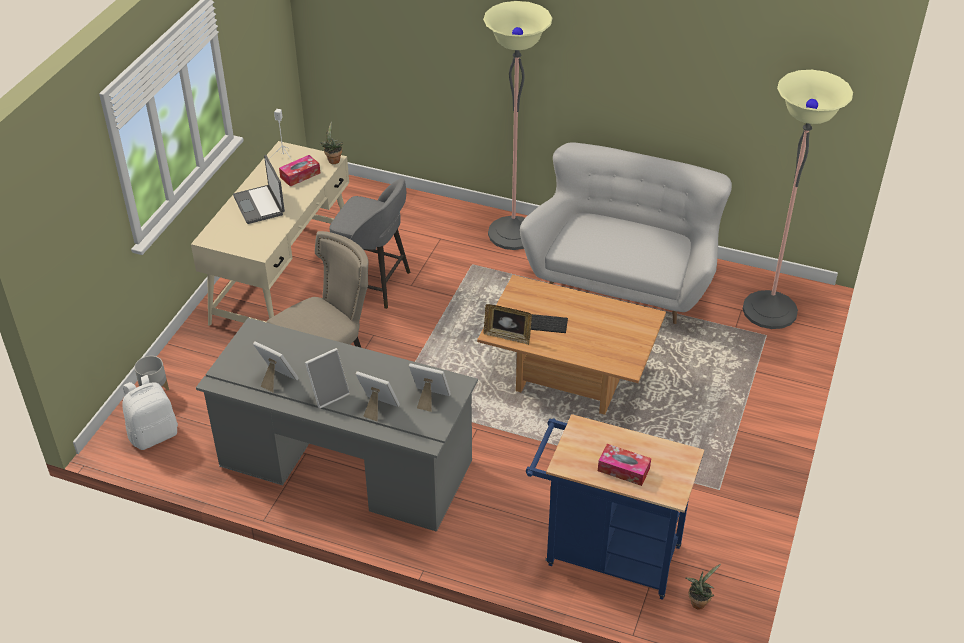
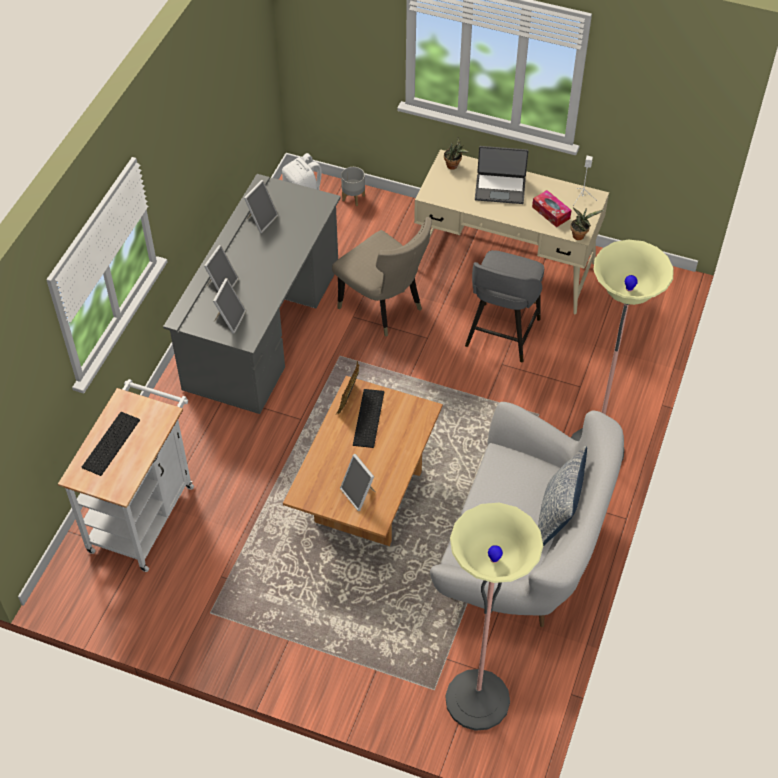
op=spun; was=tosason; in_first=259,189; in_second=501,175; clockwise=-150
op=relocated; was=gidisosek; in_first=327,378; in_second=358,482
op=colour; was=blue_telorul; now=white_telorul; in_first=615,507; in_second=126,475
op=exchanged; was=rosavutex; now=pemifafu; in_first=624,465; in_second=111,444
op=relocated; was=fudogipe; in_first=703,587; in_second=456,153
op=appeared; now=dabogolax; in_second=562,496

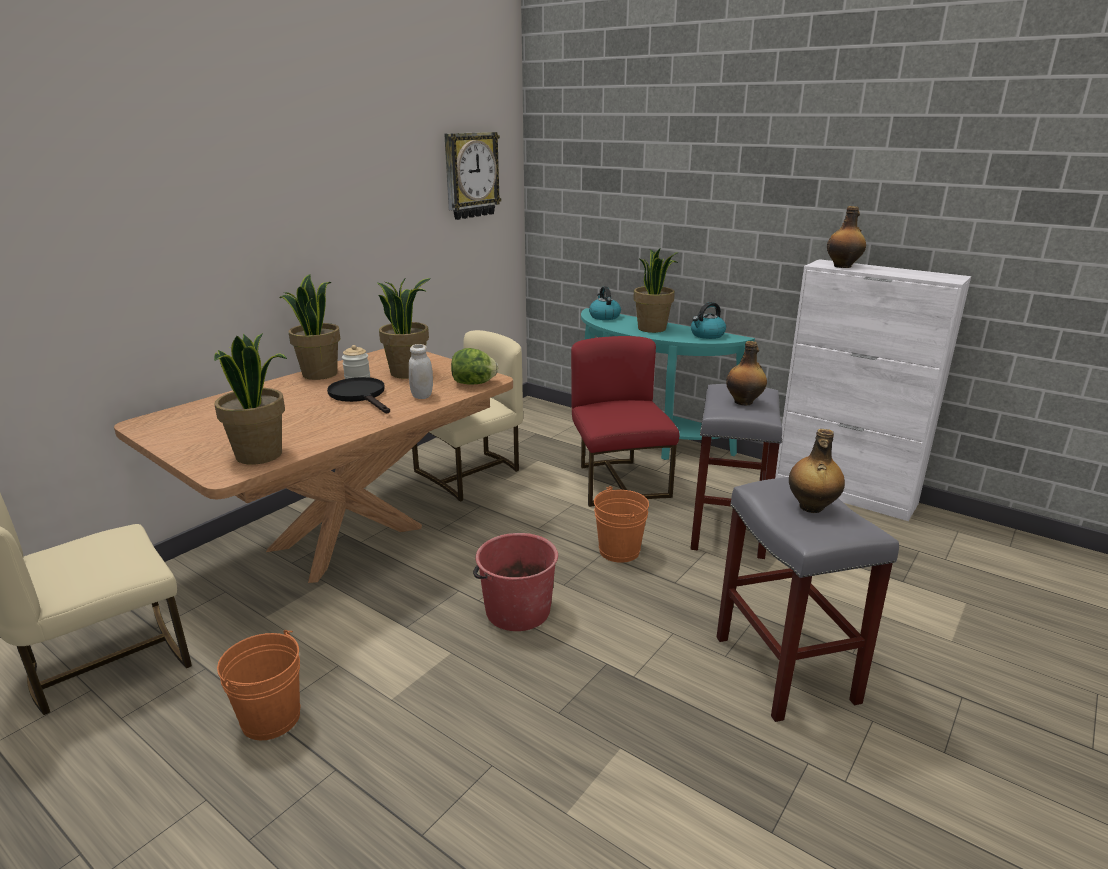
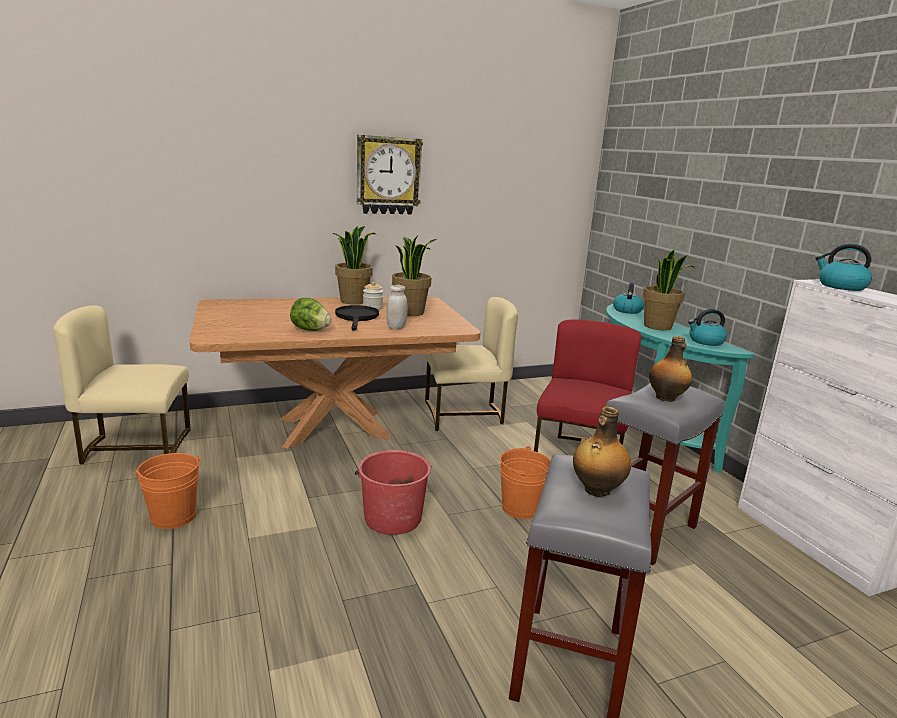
op=relocated; was=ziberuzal; in_first=472,176; in_second=390,175
op=exchanged; was=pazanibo; now=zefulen; in_first=846,237; in_second=843,267
op=missing; was=fudogipe; in_first=250,399
op=relocated; was=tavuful; in_first=474,366; in_second=311,314

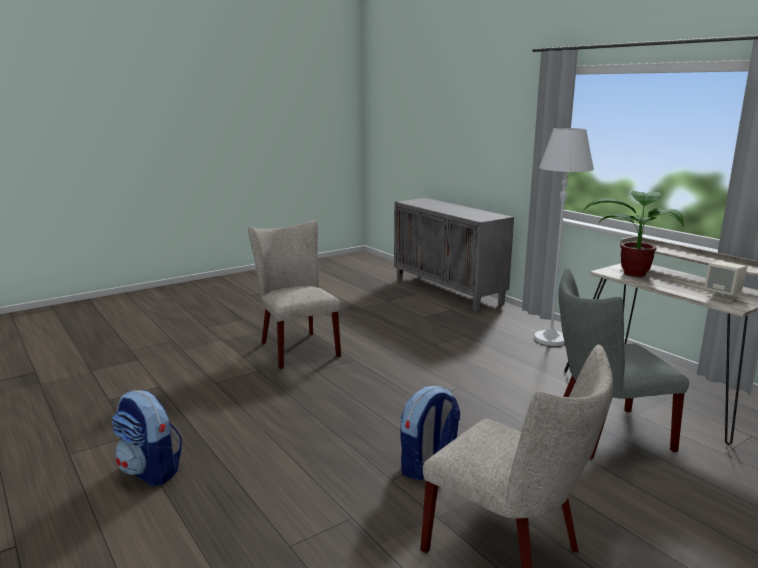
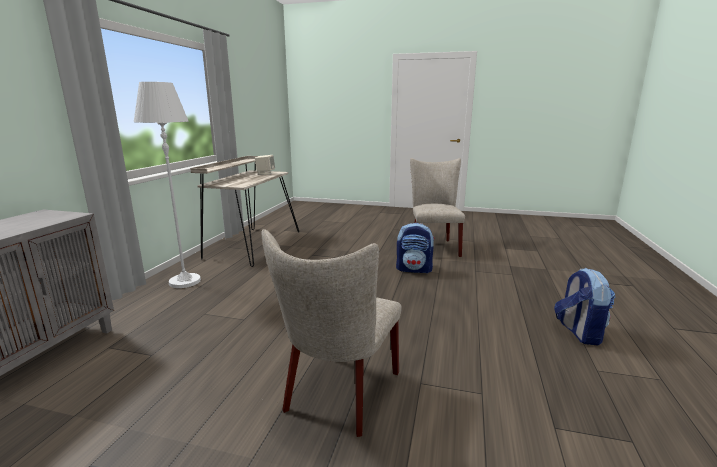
op=missing; was=fudogipe; in_first=633,234
op=missing; was=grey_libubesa; in_first=623,364

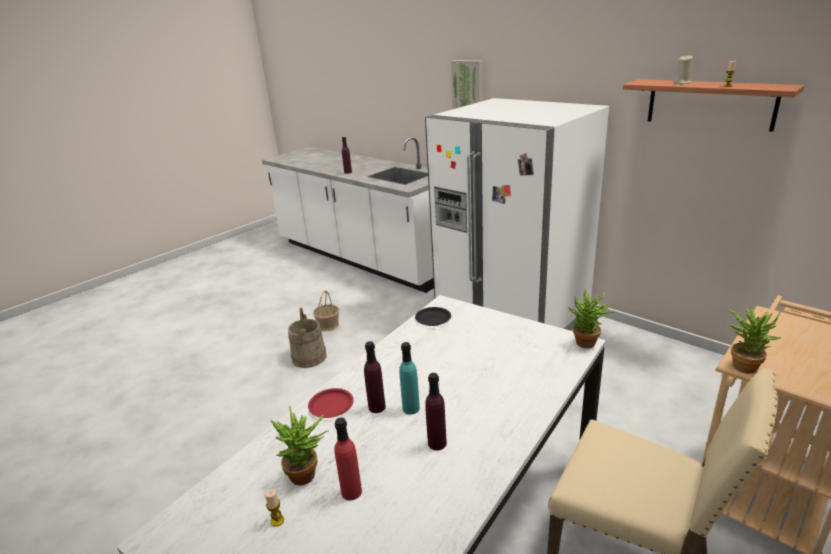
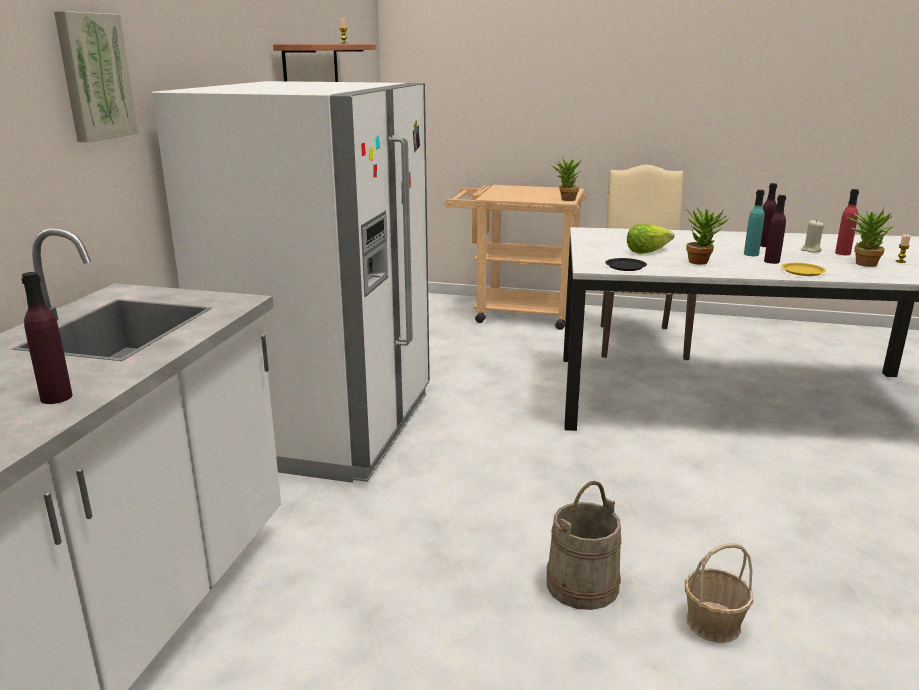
op=relocated; was=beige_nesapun; in_first=683,69; in_second=812,236
op=relocated; was=fudogipe; in_first=591,318; in_second=707,236
op=relocated; was=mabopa; in_first=326,310; in_second=719,593
op=colour; was=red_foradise; now=yellow_foradise; in_first=331,403; in_second=803,269
op=appeared; now=tavuful; in_second=650,239

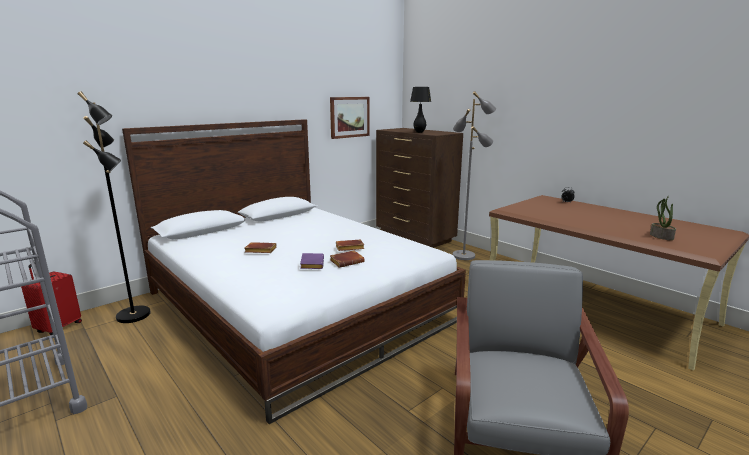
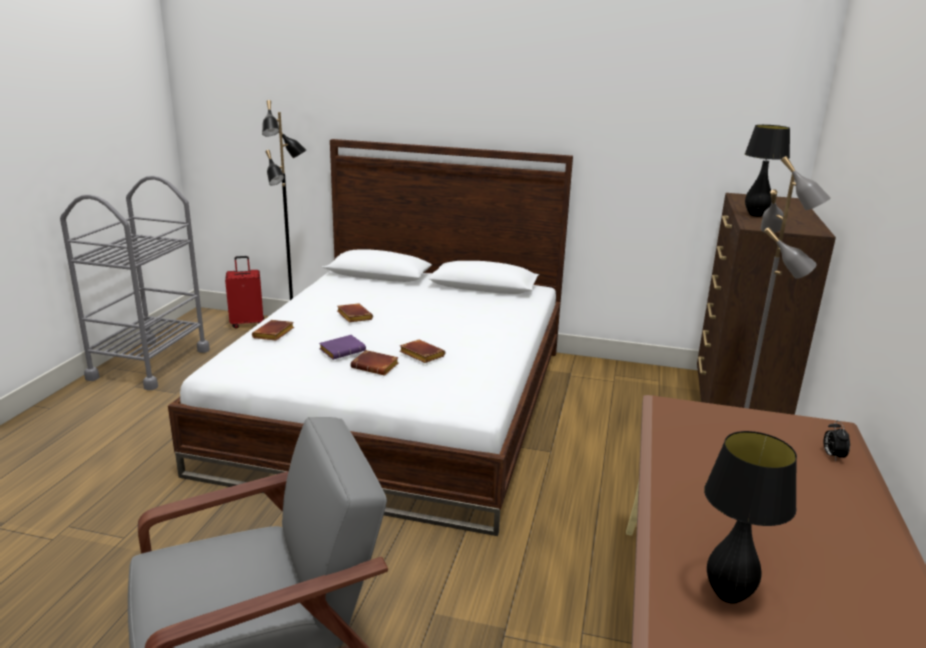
op=missing; was=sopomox; in_first=350,118
op=exchanged; was=fudogipe; now=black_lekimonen; in_first=663,218; in_second=750,517
op=appeared; now=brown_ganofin; in_second=273,330

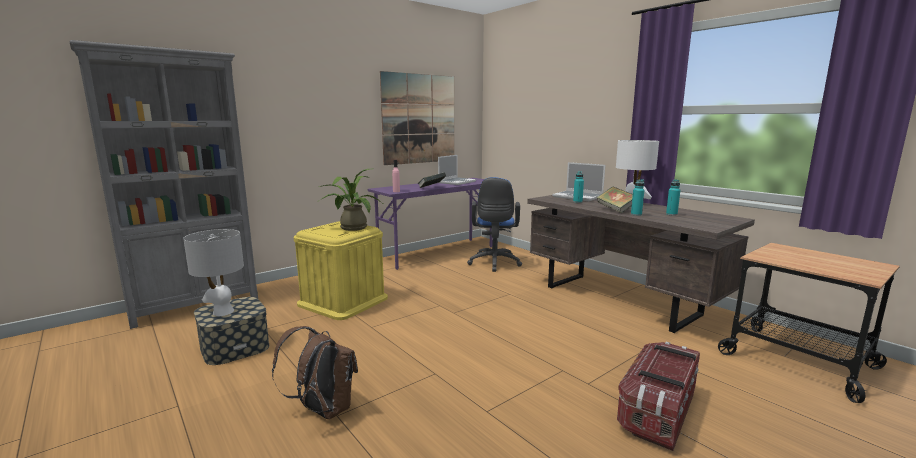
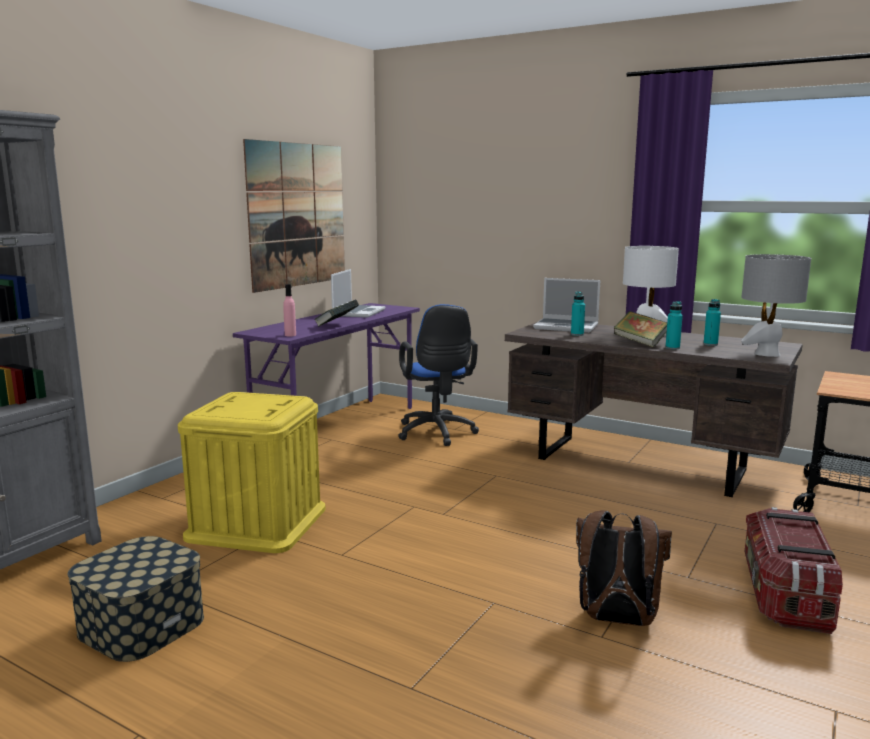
op=missing; was=fudogipe; in_first=352,200
op=relocated; was=grey_lekimonen; in_first=213,272; in_second=776,305
op=relocated; was=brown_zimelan; in_first=315,373; in_second=624,568

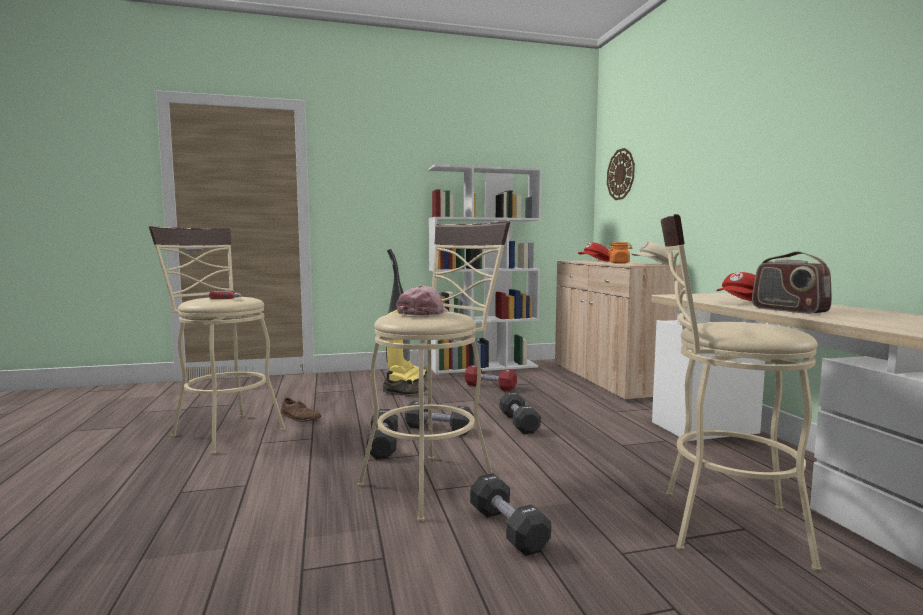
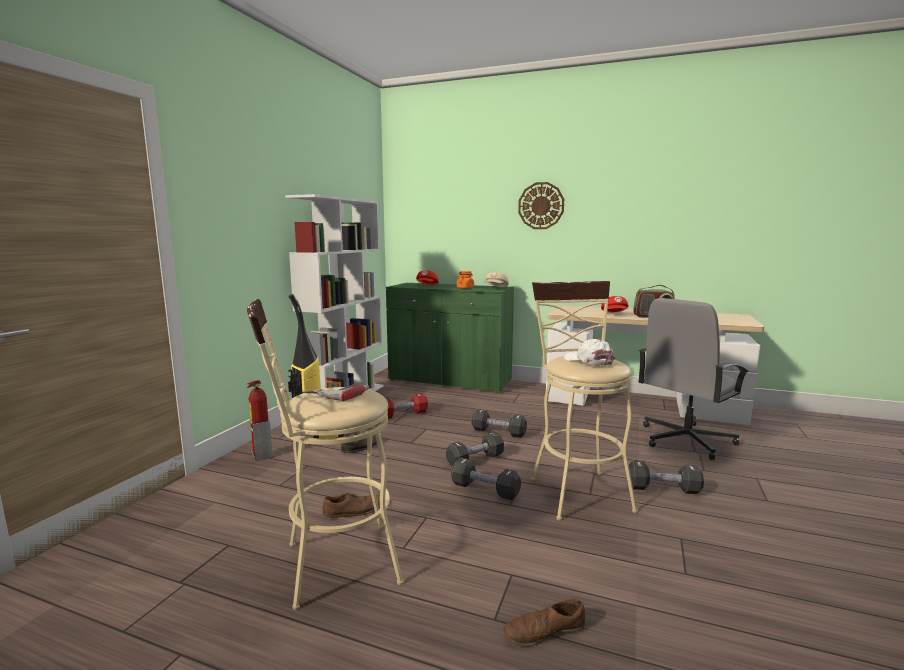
op=relocated; was=ziberuzal; in_first=621,174; in_second=541,205
op=exchanged; was=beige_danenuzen; now=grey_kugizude; in_first=741,393; in_second=693,379
op=colour; was=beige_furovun; now=green_furovun; in_first=621,331; in_second=450,338
op=colour; was=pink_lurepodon; now=white_lurepodon; in_first=422,300; in_second=589,352
op=appeared; now=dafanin; in_second=259,420
op=appeared; now=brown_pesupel; in_second=544,622

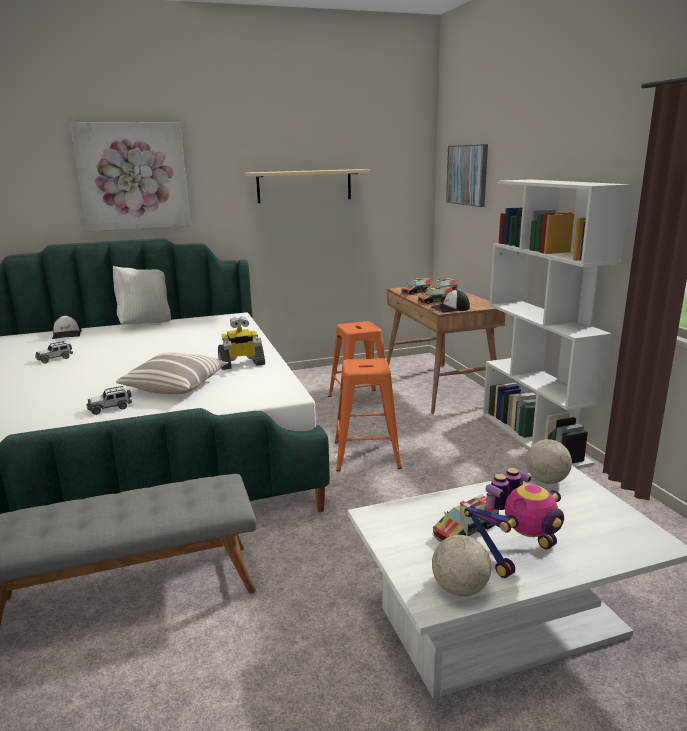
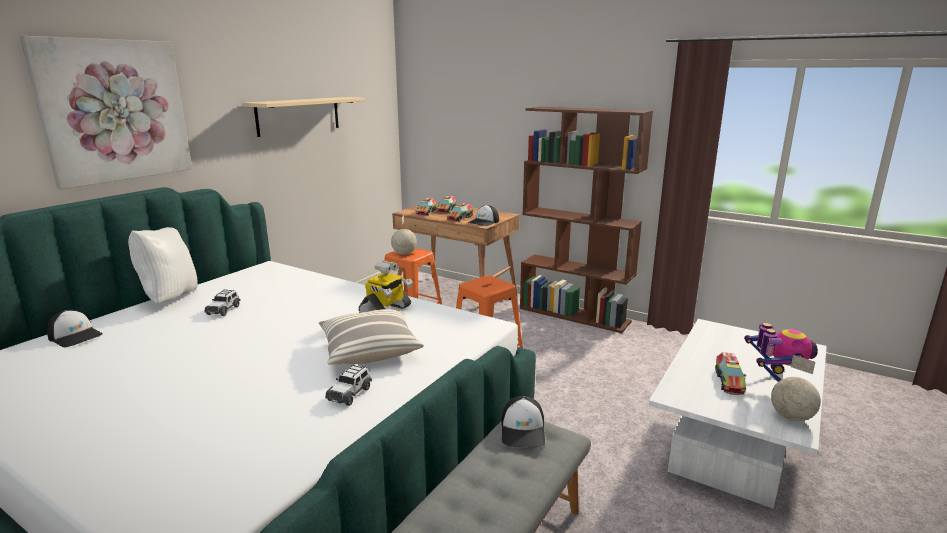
op=missing; was=sopomox; in_first=467,175
op=colour; was=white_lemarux; now=brown_lemarux; in_first=557,323; in_second=586,220
op=relocated; was=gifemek; in_first=54,352; in_second=223,302
op=relocated; was=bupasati; in_first=549,450; in_second=404,234
op=appeared; now=lurepodon; in_second=523,421

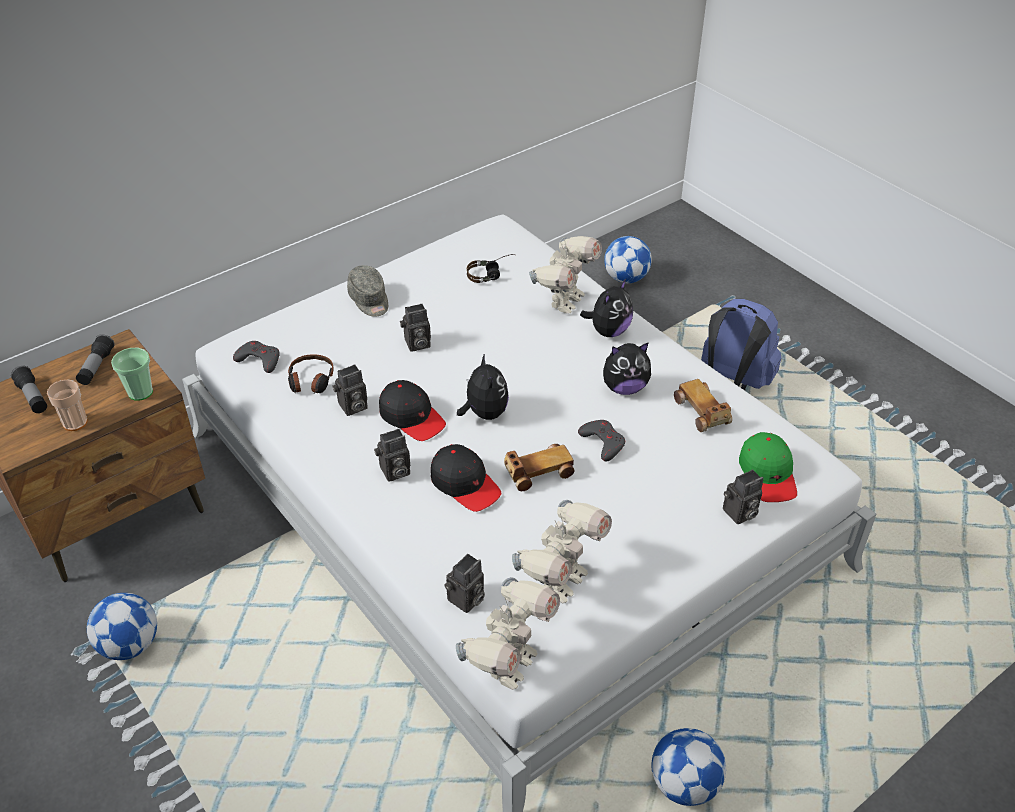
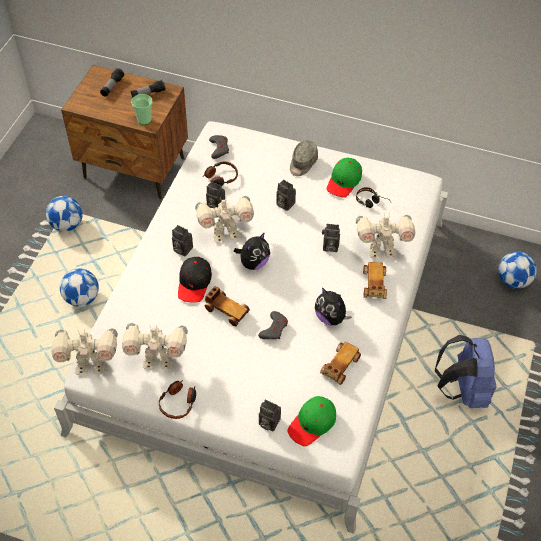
op=exchanged; was=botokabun; now=gifemek; in_first=606,308; in_second=375,280
op=missing; was=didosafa; in_first=67,405
op=exchanged; was=black_lurepodon; now=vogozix; in_first=412,410; in_second=224,219
op=relocated; was=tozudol; in_first=465,583; in_second=331,238
op=relocated; was=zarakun; in_first=689,767; in_second=79,288
op=appeared; now=green_lurepodon; in_second=344,178
op=appeared; now=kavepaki; in_second=177,399

